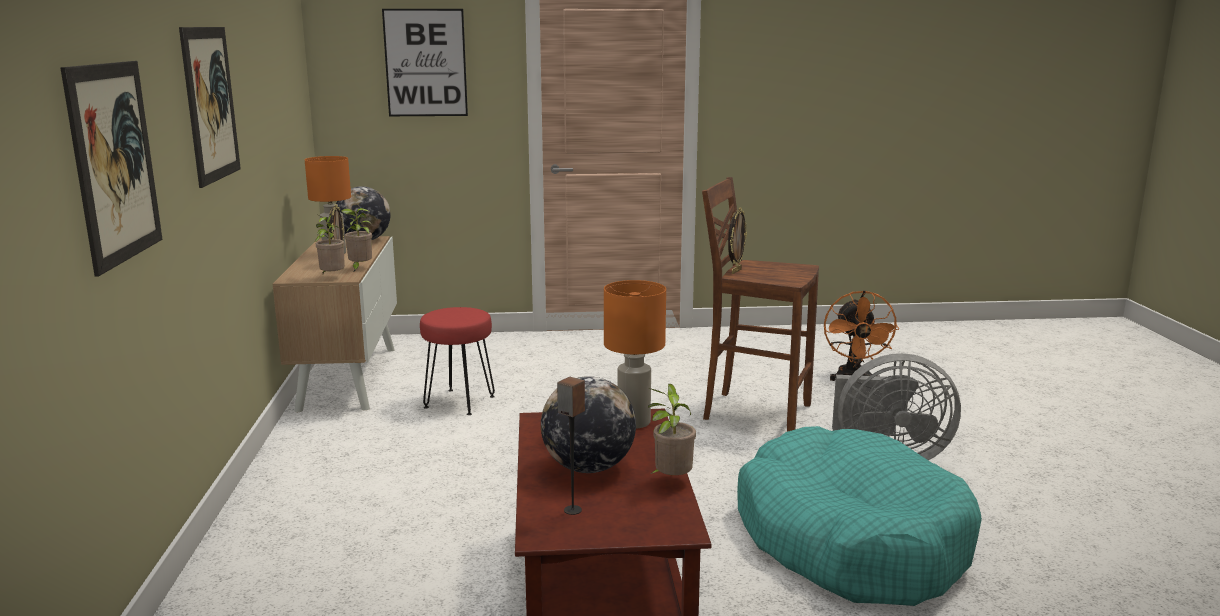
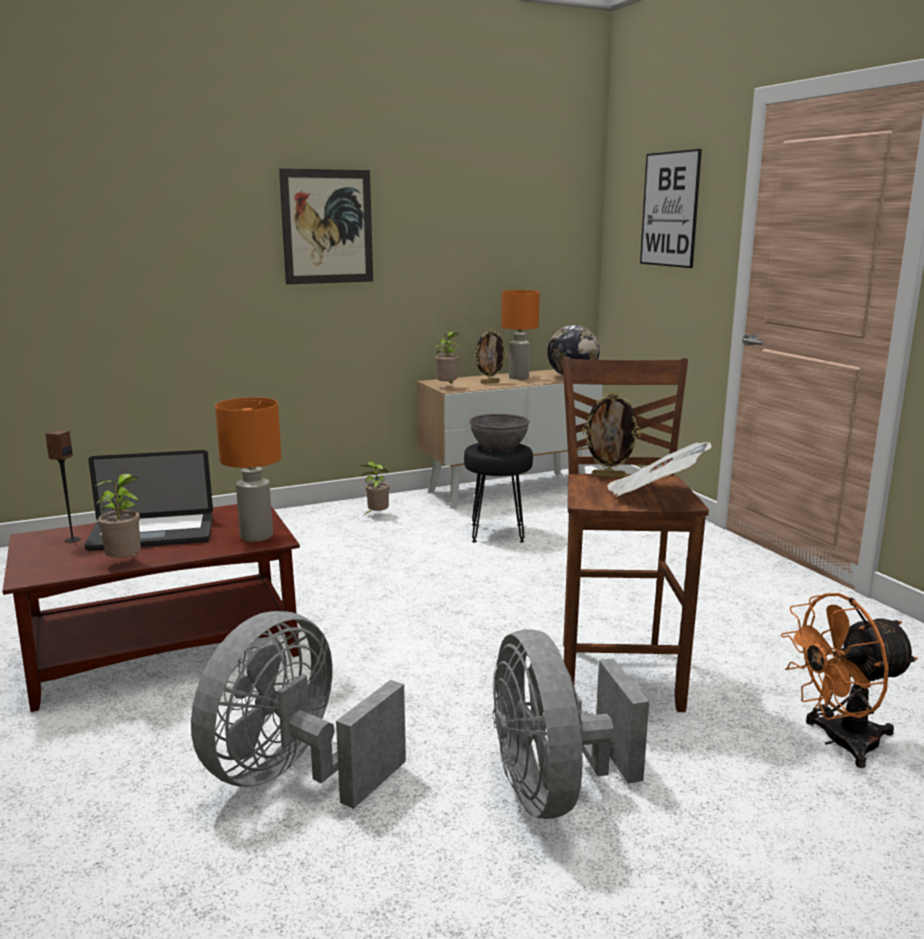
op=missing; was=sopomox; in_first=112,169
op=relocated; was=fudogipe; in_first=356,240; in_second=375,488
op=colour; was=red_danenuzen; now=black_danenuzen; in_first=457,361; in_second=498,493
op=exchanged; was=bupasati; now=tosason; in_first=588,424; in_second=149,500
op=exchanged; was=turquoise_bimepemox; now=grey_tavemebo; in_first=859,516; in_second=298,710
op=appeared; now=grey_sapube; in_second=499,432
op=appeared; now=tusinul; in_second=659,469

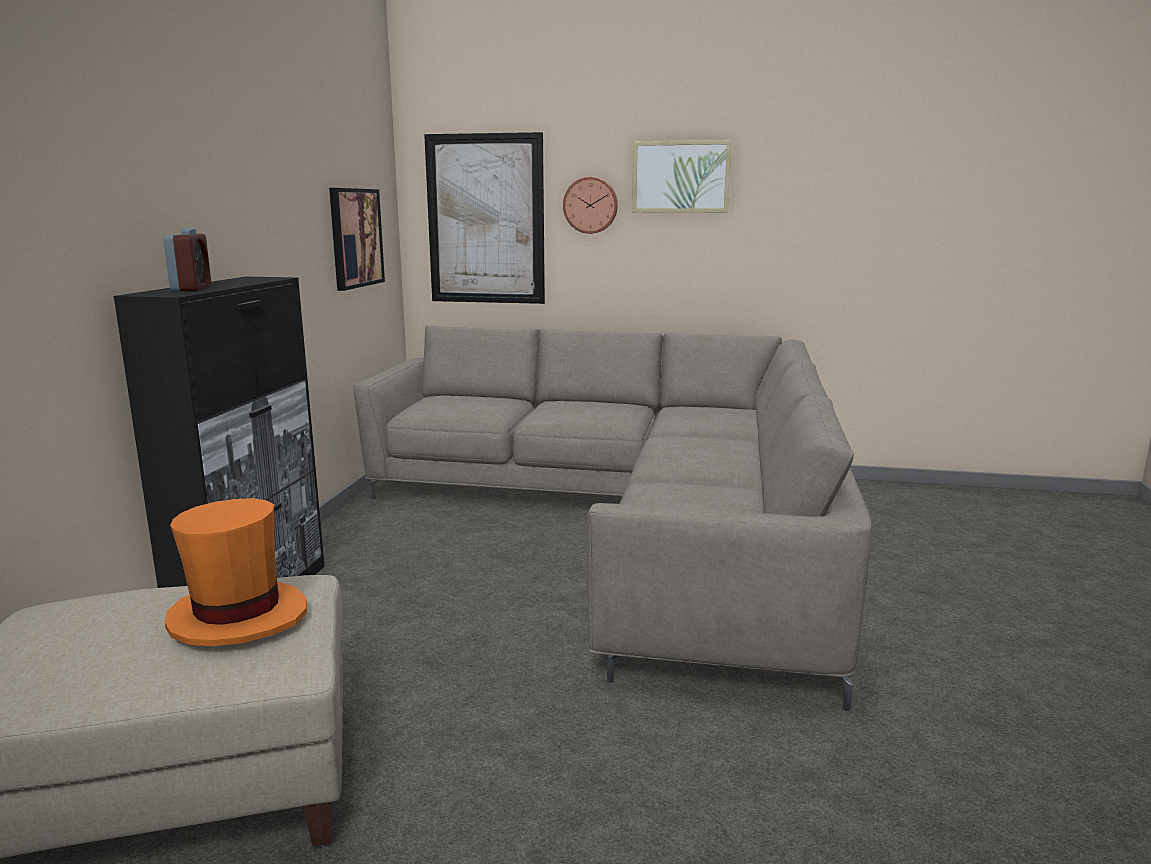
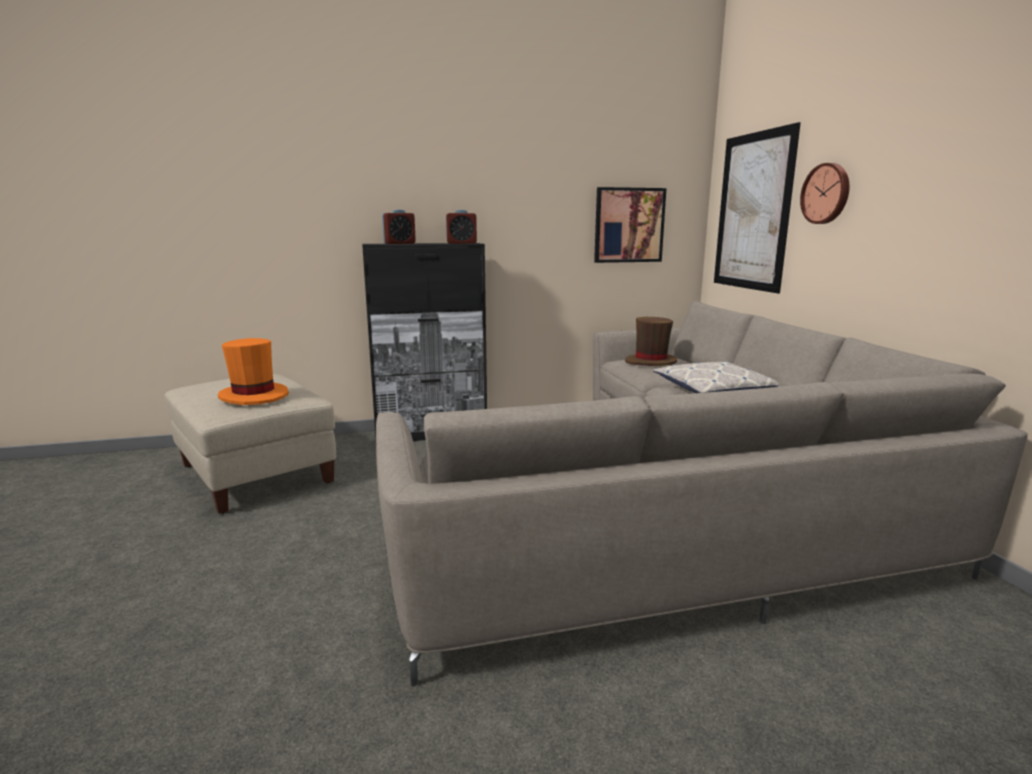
op=missing; was=sopomox; in_first=681,176
op=appeared; now=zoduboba; in_second=461,227
op=appeared; now=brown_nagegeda; in_second=651,341
op=appeared; now=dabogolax; in_second=716,377

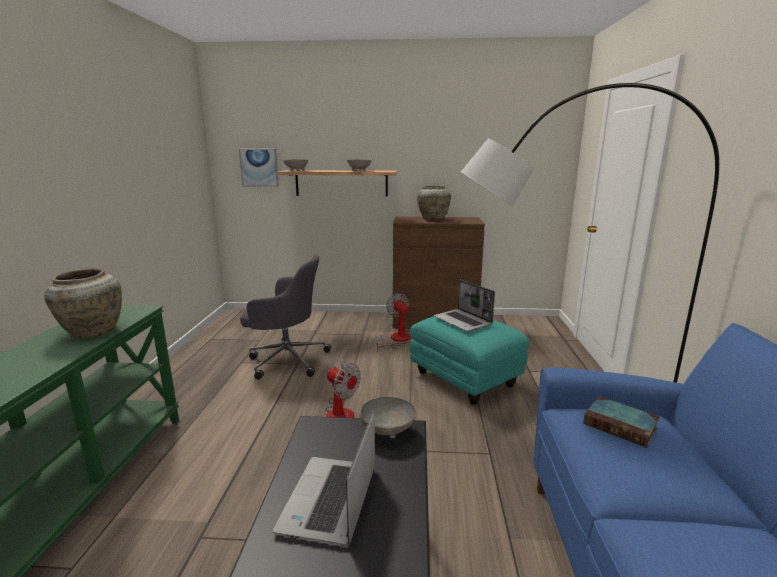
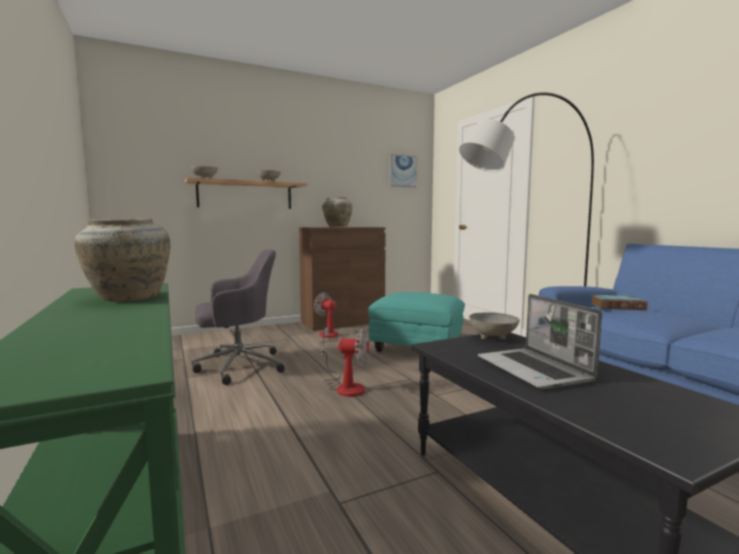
op=relocated; was=sopomox; in_first=259,168; in_second=403,170
op=missing; was=tosason; in_first=464,306

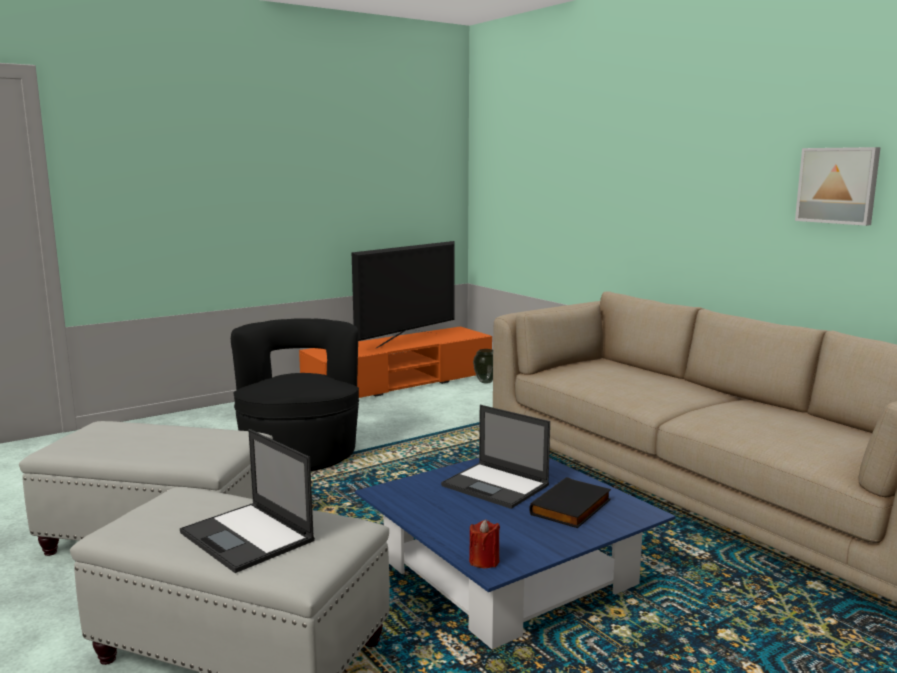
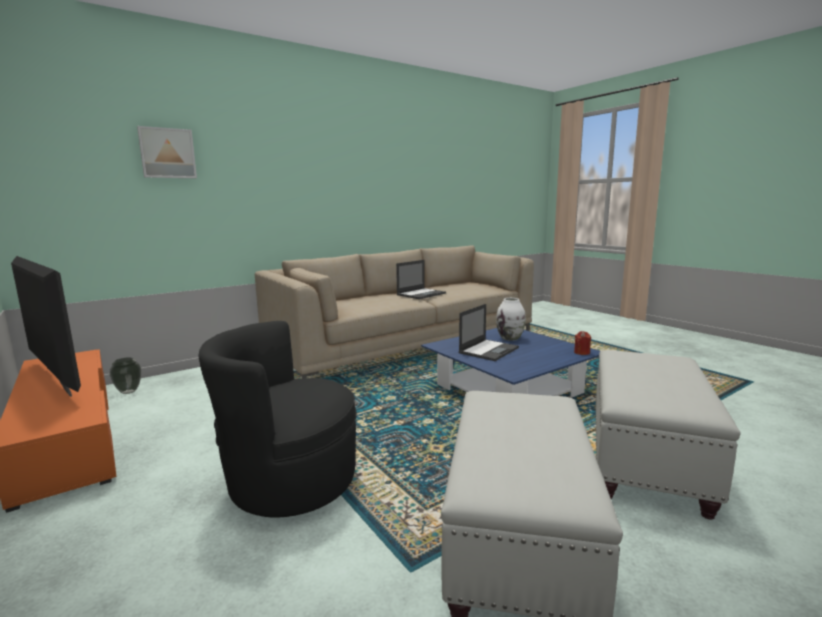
op=relocated; was=sopomox; in_first=838,186; in_second=167,152
op=relocated; was=tosason; in_first=247,501; in_second=421,279
op=exchanged; was=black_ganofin; now=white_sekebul; in_first=570,502; in_second=511,319

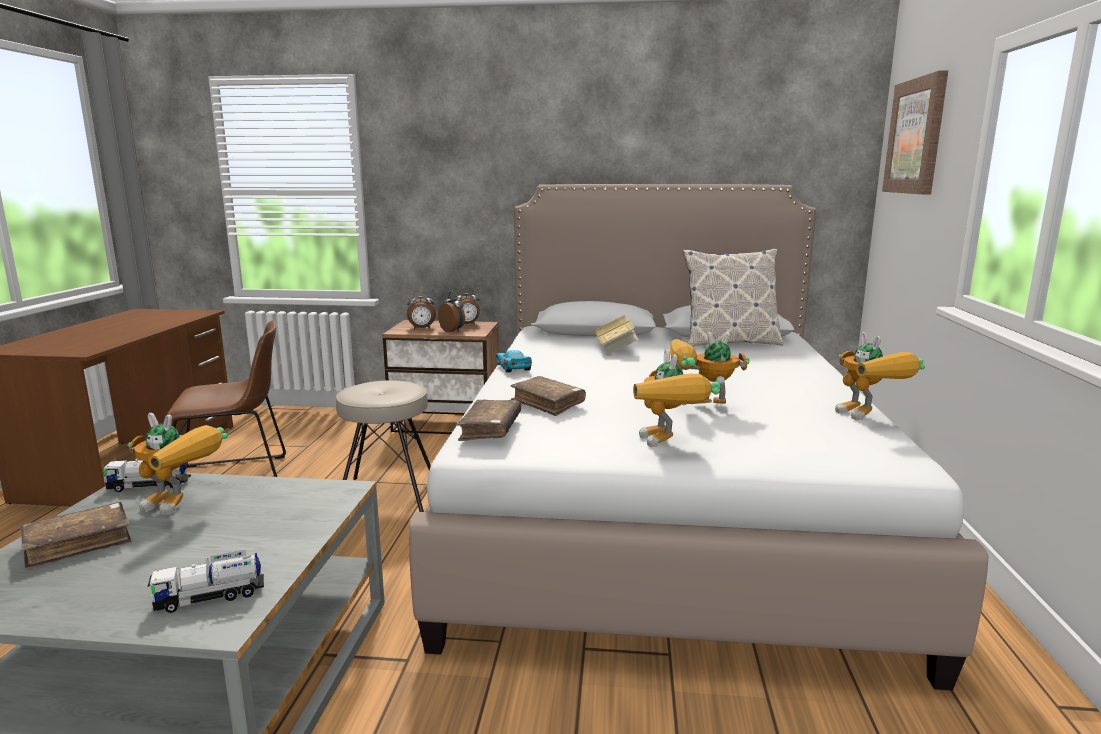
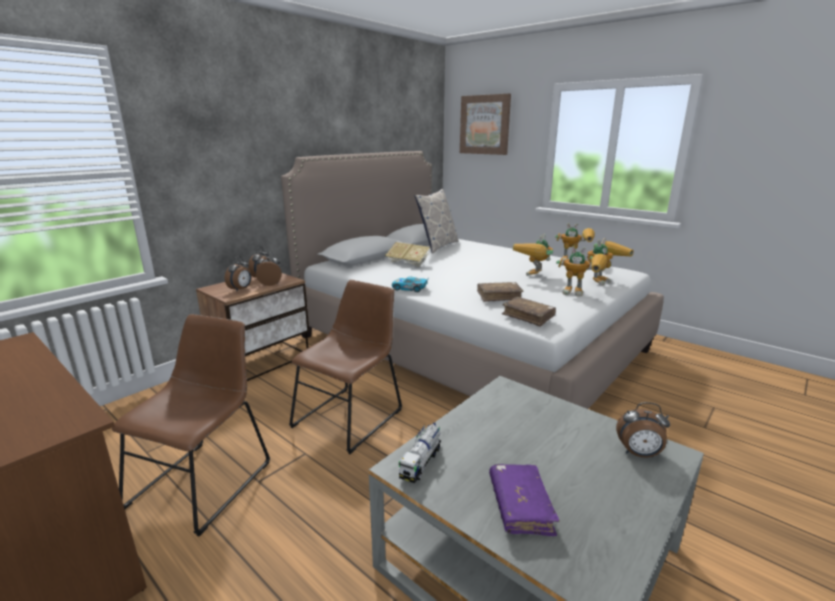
op=exchanged; was=beige_danenuzen; now=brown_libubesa; in_first=383,446; in_second=345,367
op=relocated; was=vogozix; in_first=178,464; in_second=610,262
op=colour; was=brown_ganofin; now=purple_ganofin; in_first=75,535; in_second=524,500
op=exchanged; was=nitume; now=zoduboba; in_first=205,581; in_second=643,429

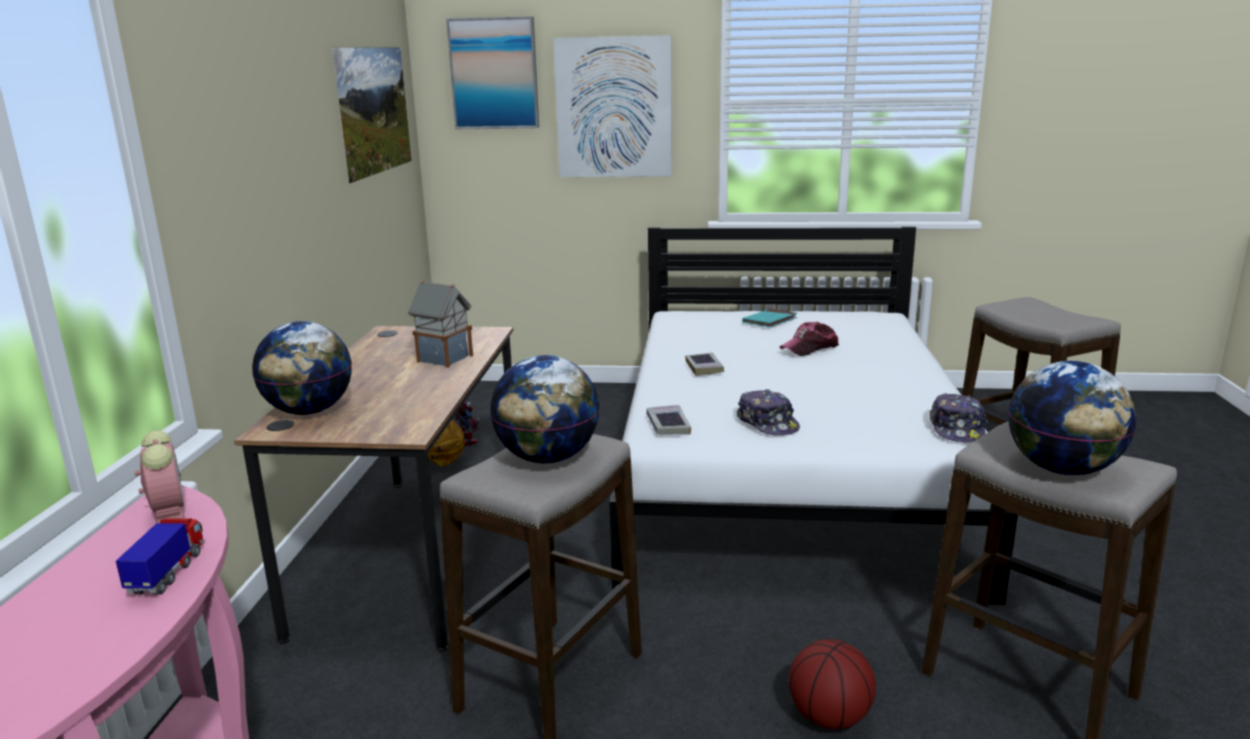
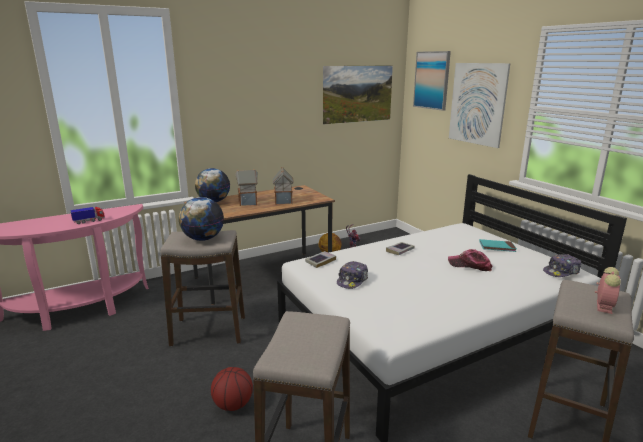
op=missing; was=bupasati; in_first=1072,418
op=relocated; was=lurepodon; in_first=959,417; in_second=562,265
op=relocated; was=zoduboba; in_first=159,477; in_second=608,290
op=appeared; now=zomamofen; in_second=246,187

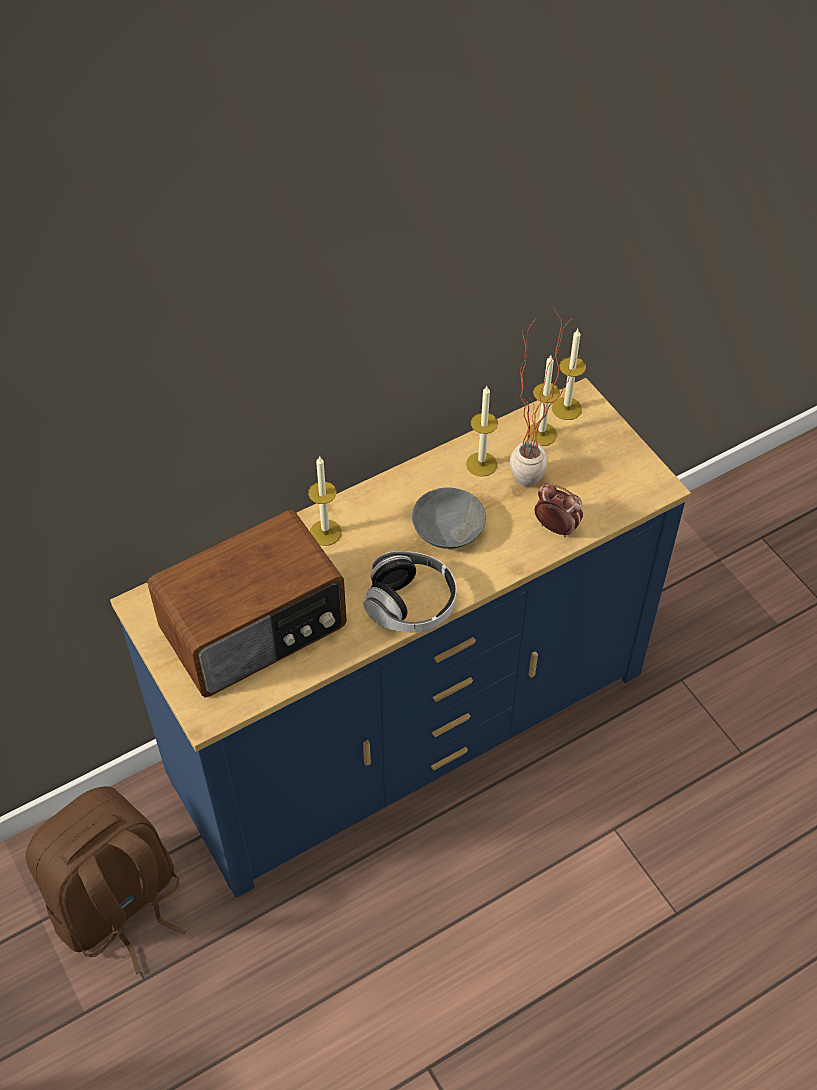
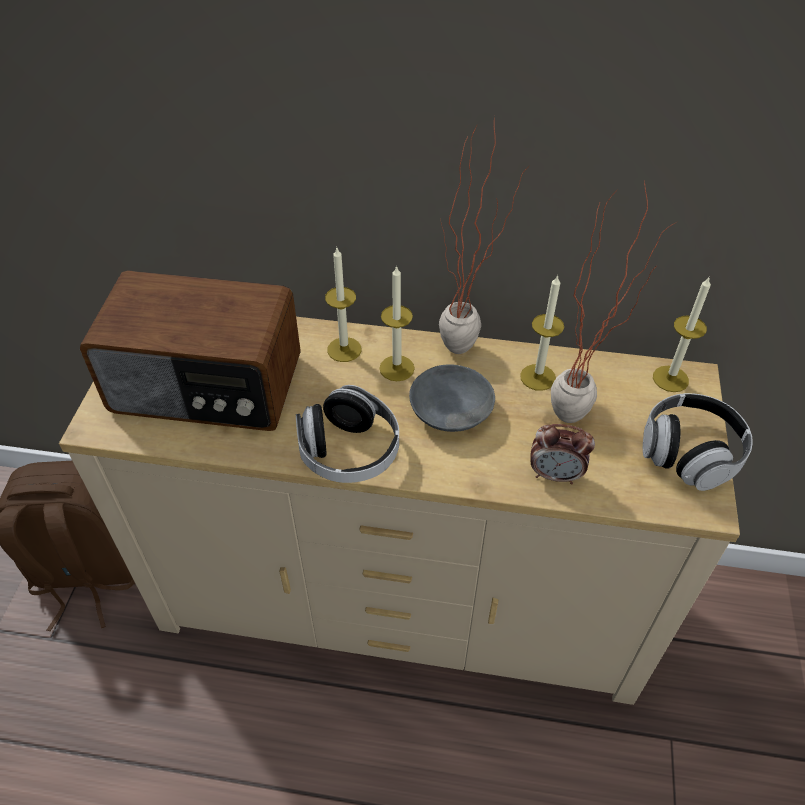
op=relocated; was=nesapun; in_first=543,400; in_second=397,323
op=colour; was=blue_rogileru; now=beige_rogileru; in_first=400,638; in_second=399,511
op=spun; was=zoduboba; in_first=558,510; in_second=562,454; clockwise=120
op=appeared; now=fudogipe; in_second=485,235
op=appeared; now=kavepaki; in_second=698,442

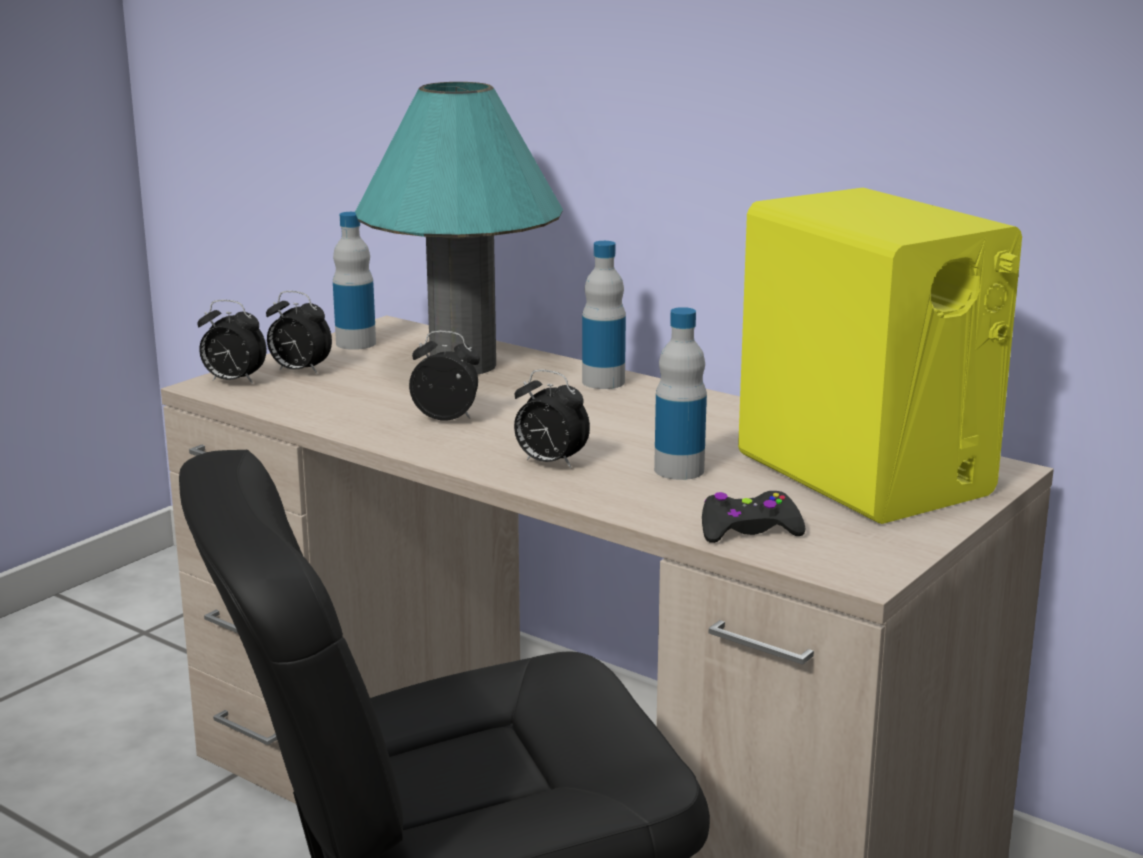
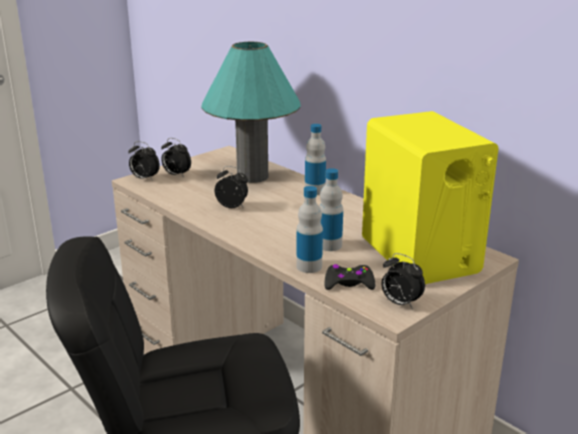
op=relocated; was=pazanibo; in_first=354,281; in_second=309,229
op=relocated; was=zoduboba; in_first=552,419; in_second=403,281

